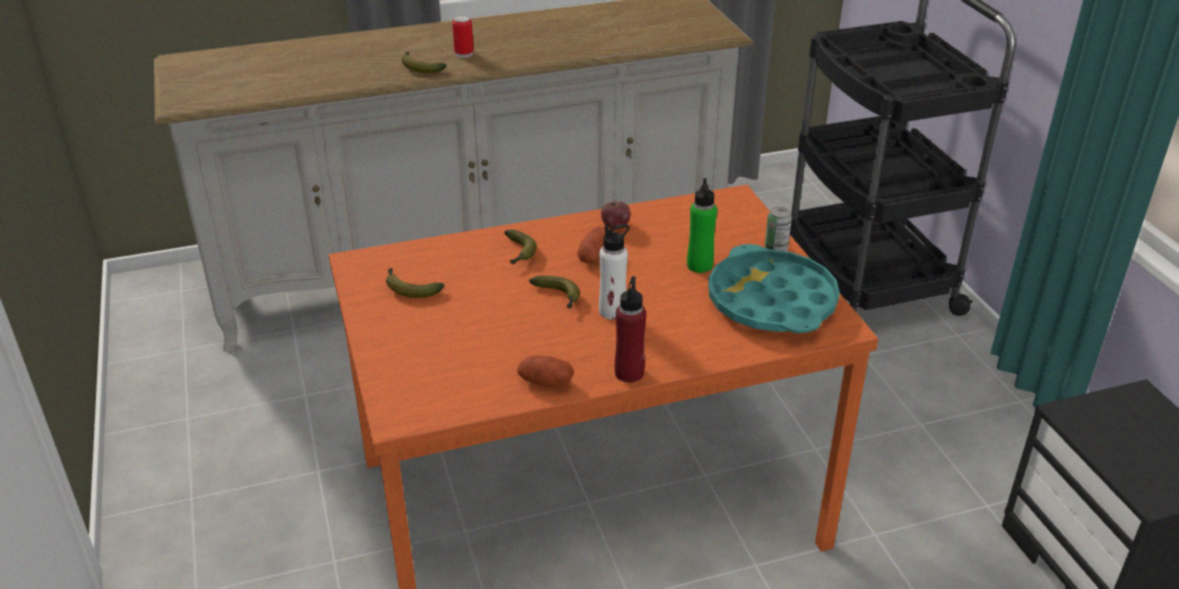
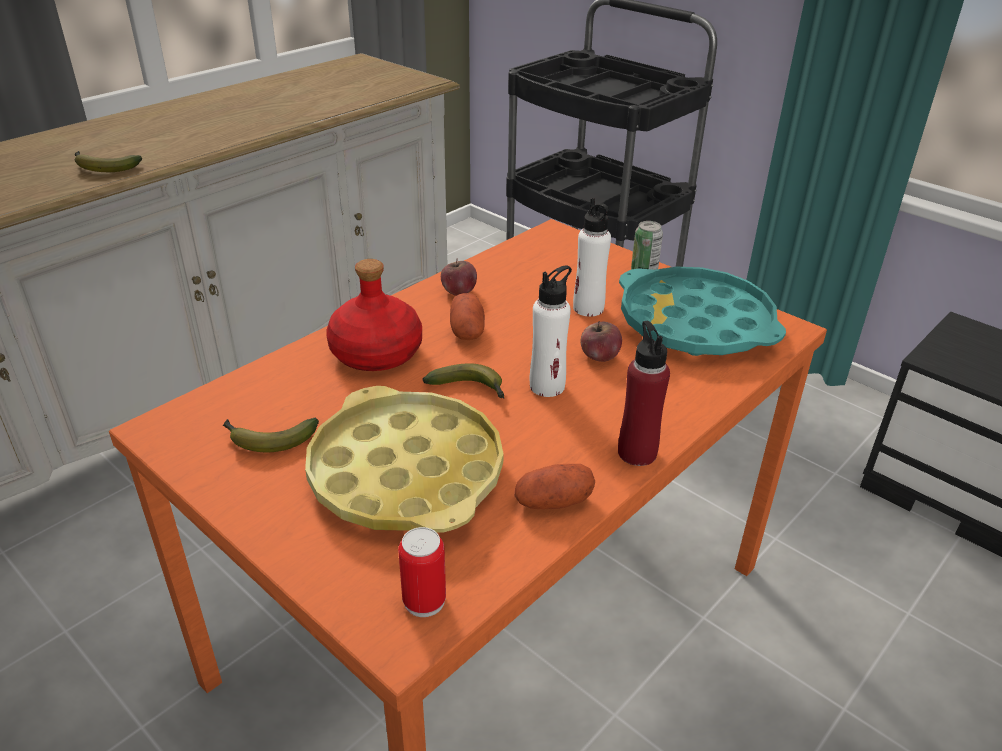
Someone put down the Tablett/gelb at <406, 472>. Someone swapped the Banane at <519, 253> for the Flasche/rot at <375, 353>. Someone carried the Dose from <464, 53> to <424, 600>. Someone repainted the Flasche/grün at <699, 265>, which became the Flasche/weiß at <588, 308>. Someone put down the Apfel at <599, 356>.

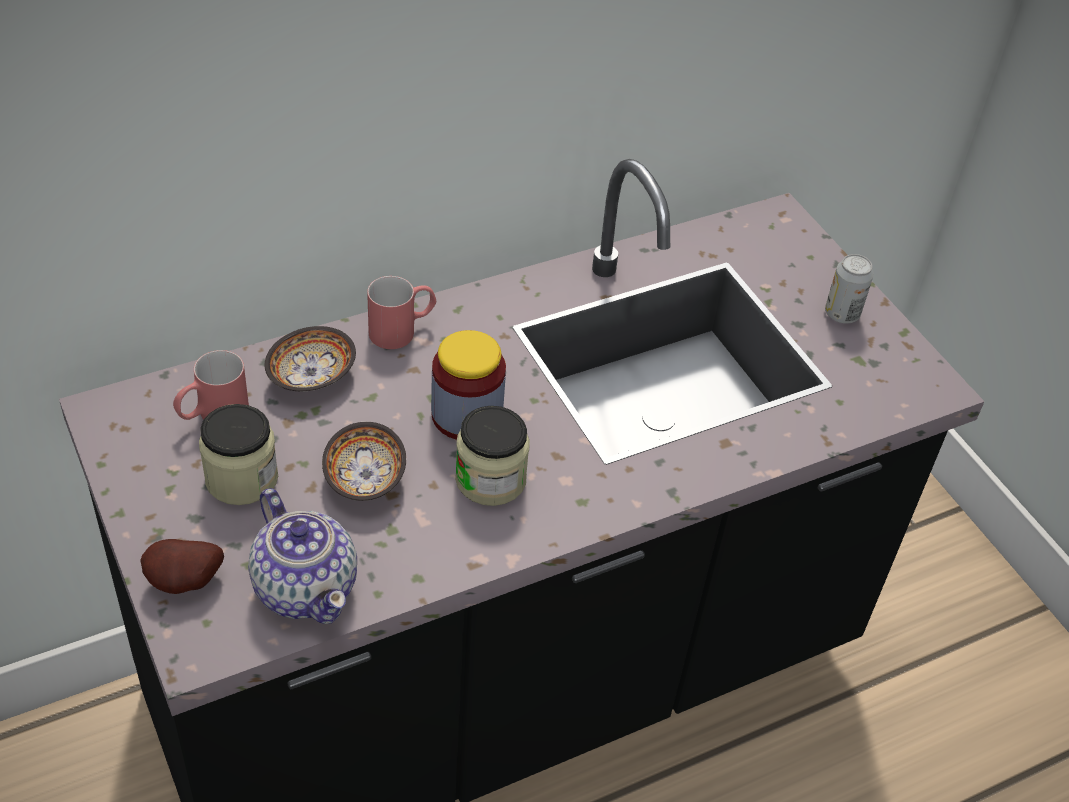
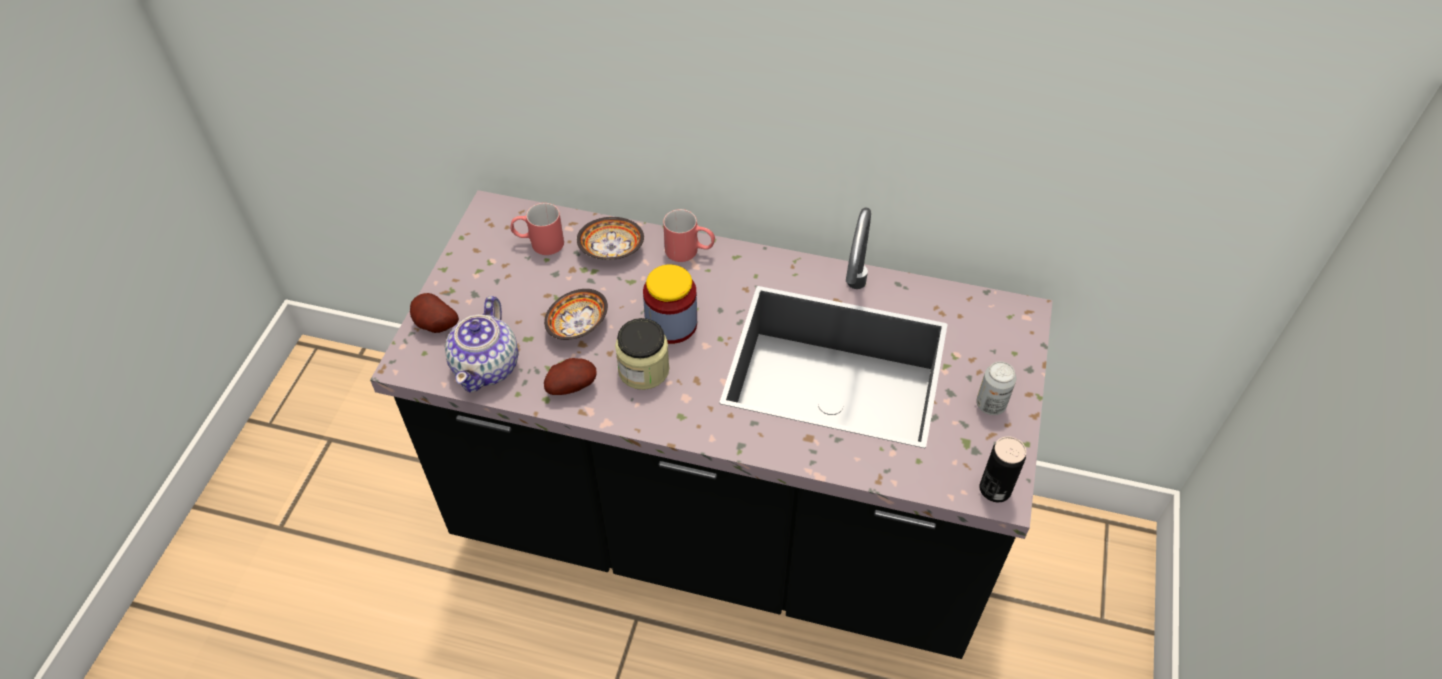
Someone put down the Kartoffel at <571, 386>. Someone put down the Dose at <995, 489>. Someone took away the Vorratsglas at <241, 478>.

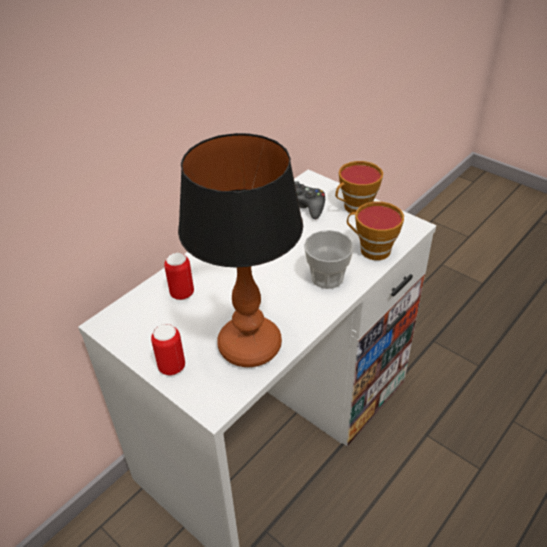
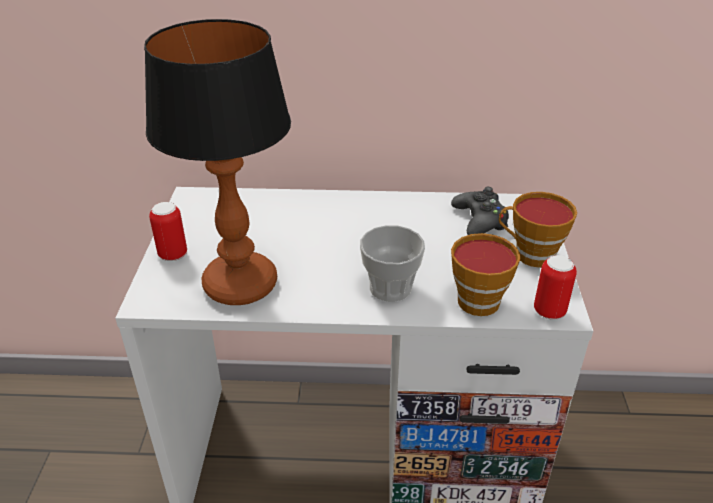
Someone carried the Dose from <182, 293> to <549, 311>.

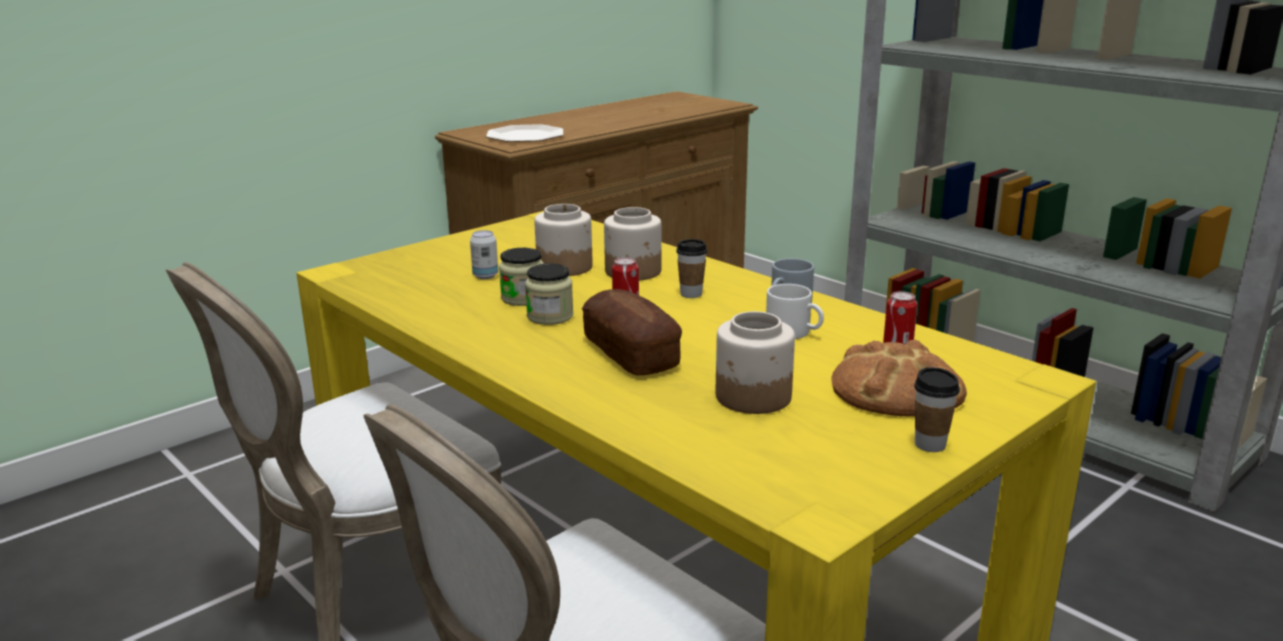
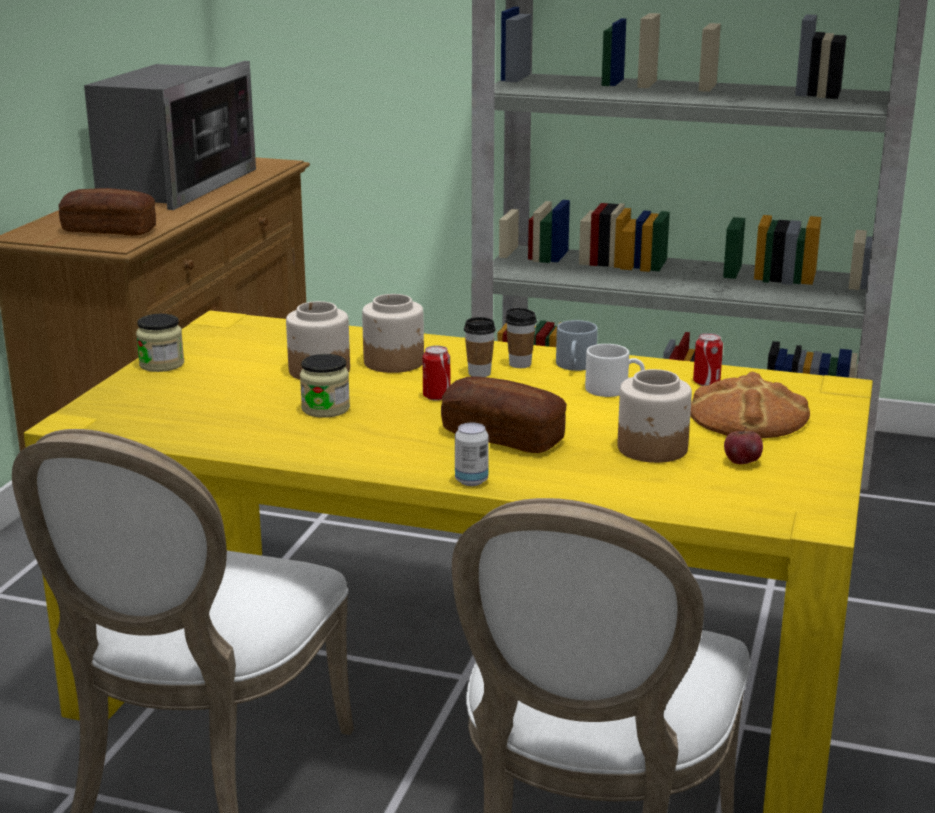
Someone swapped the Teller at <525, 136> for the Brot at <109, 231>. Someone put down the Mikrowelle at <175, 185>. Someone carried the Vorratsglas from <550, 316> to <162, 364>. Someone carried the Dose from <485, 276> to <471, 481>. Someone carried the Tasse from <930, 444> to <520, 364>. Someone put down the Apfel at <742, 462>.

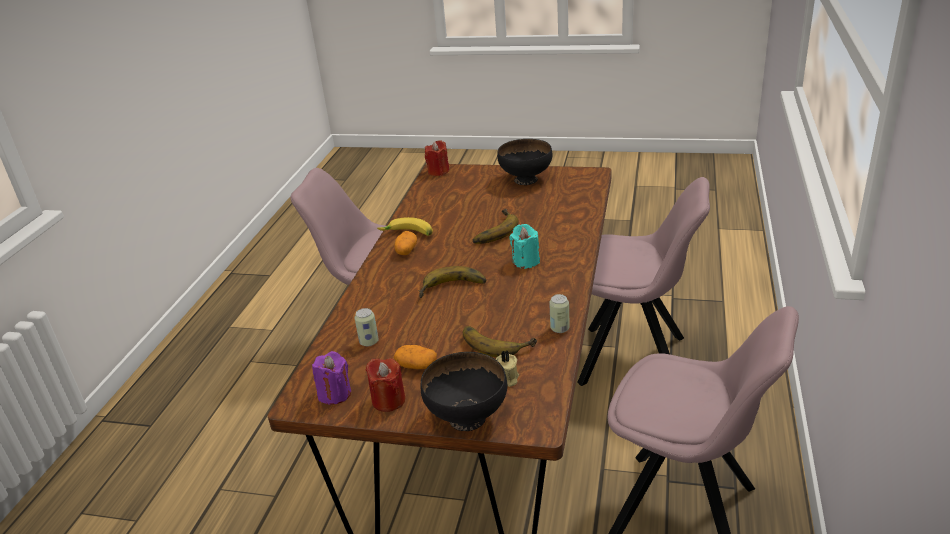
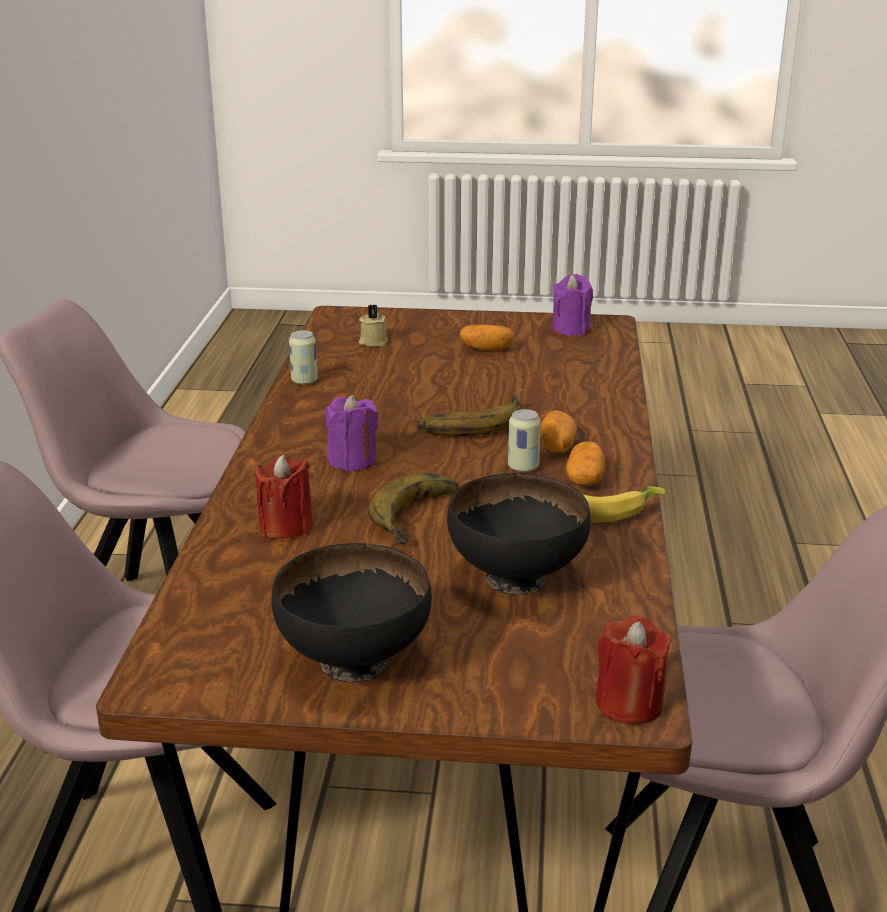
Someone carried the Kerze/rot from <388, 400> to <286, 527>. Someone repainted the Kerze/türkis at <525, 261>, which became the Kerze/lila at <352, 460>. Someone carried the Schüssel/schwarz from <468, 417> to <515, 579>. Someone carried the Dose from <369, 342> to <523, 467>. Someone put down the Kartoffel at <557, 446>. Someone took away the Banane at <497, 341>.

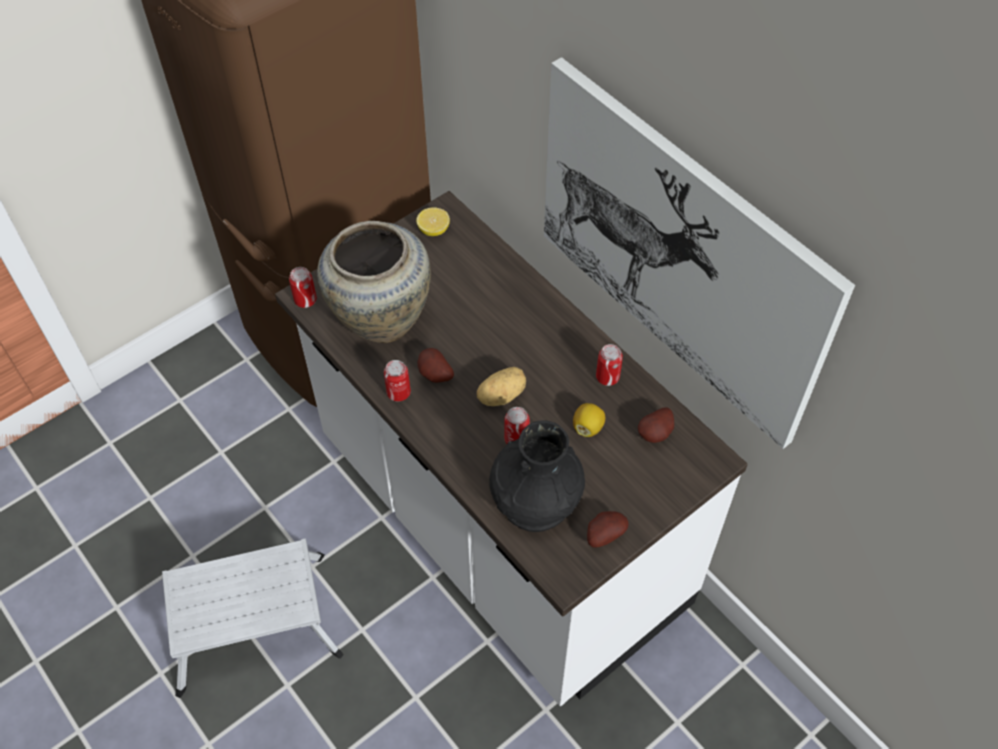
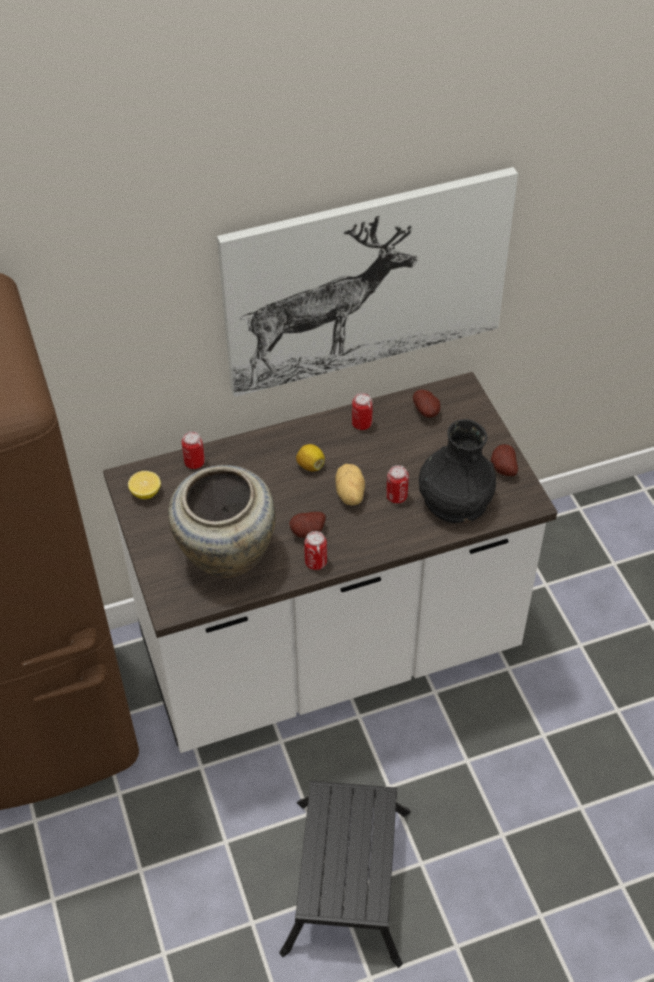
Someone carried the Dose from <305, 300> to <194, 462>. Someone repainted the Trittleiter/weiß at <254, 622>, which became the Trittleiter/schwarz at <347, 878>. Someone carried the Zitrone from <588, 427> to <310, 465>.

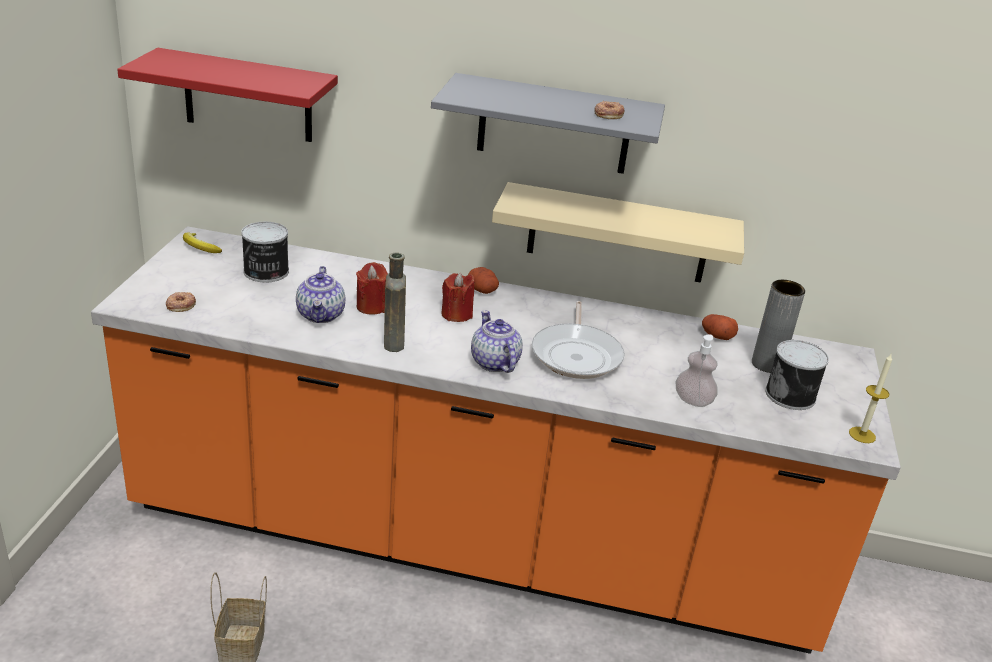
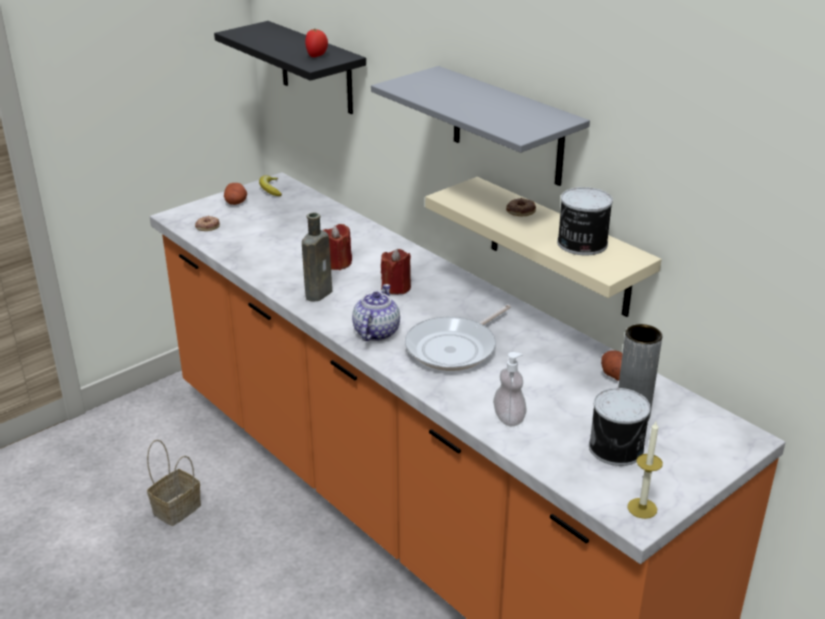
Someone repainted the Wandregal/rot at <248, 96>, which became the Wandregal/schwarz at <316, 68>. Someone carried the Kartoffel from <483, 290> to <236, 202>. Someone put down the Tomate at <317, 56>. Someone carried the Donut from <608, 114> to <520, 210>. Someone carried the Dose from <265, 272> to <581, 244>. Someone took away the Teekanne at <321, 315>.

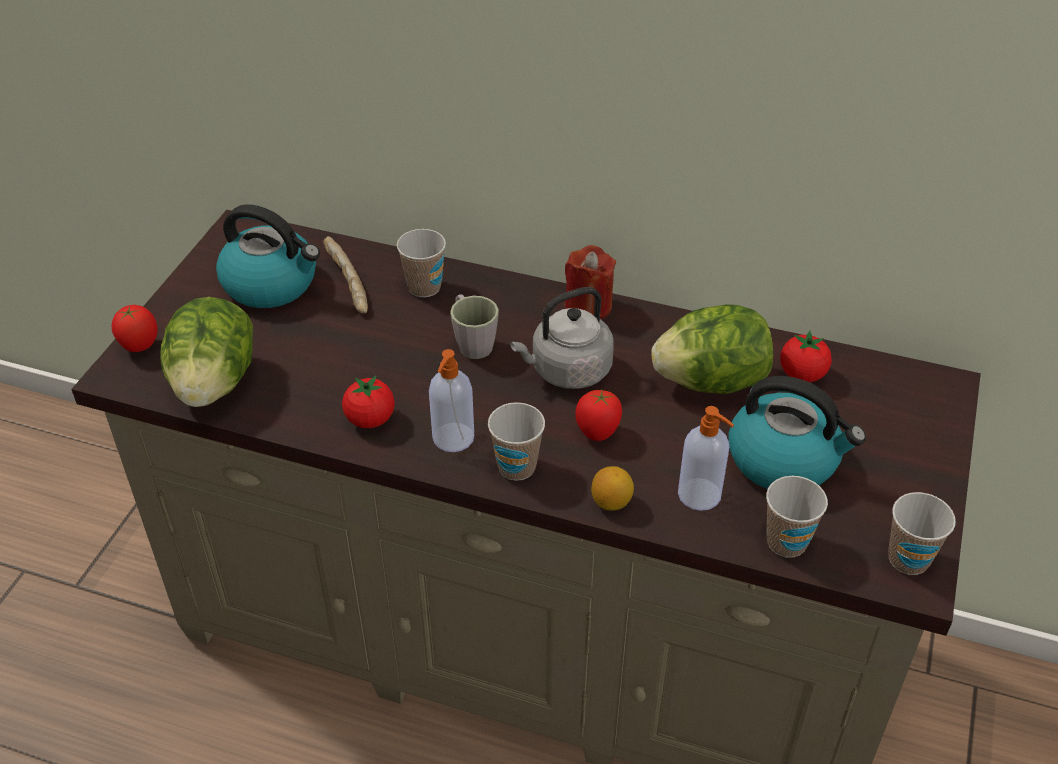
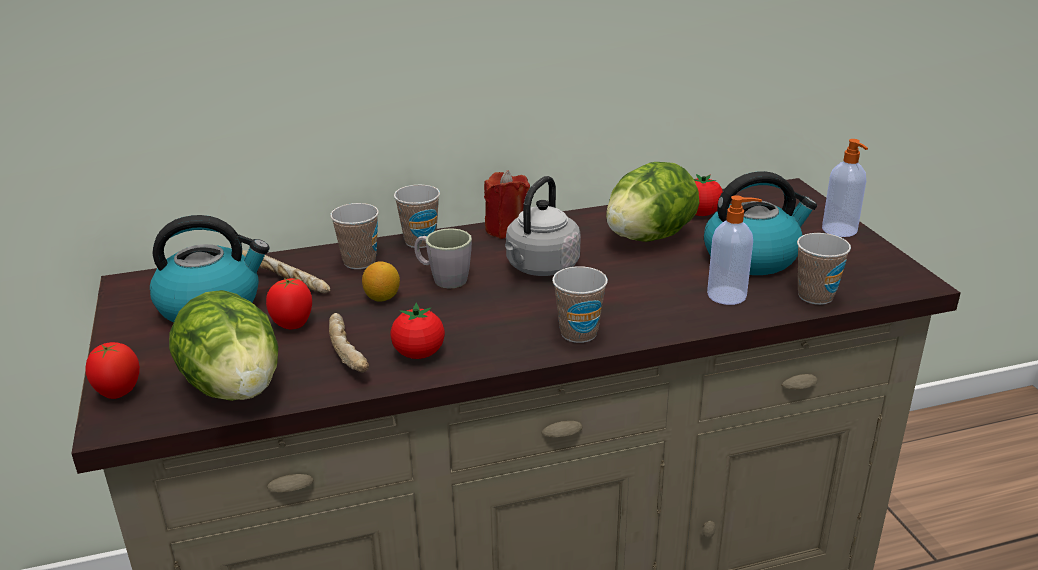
Someone carried the Tomate from <597, 433> to <293, 325>. Someone put down the Brot at <350, 353>. Someone carried the Zitrone from <611, 502> to <382, 298>. Someone carried the Tasse from <908, 559> to <420, 241>. Someone carried the Seifenspender from <452, 439> to <840, 230>.

